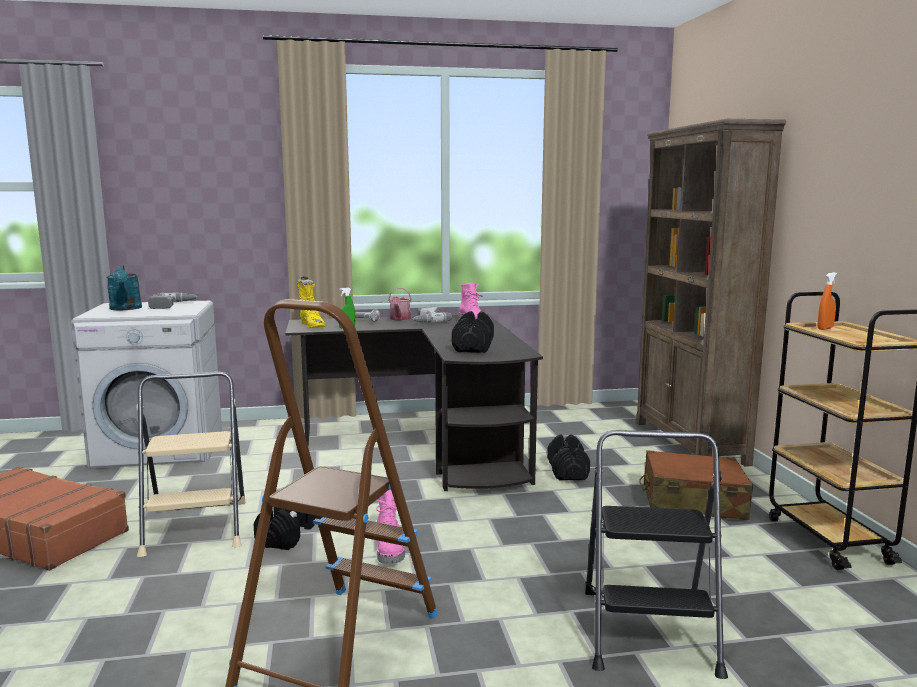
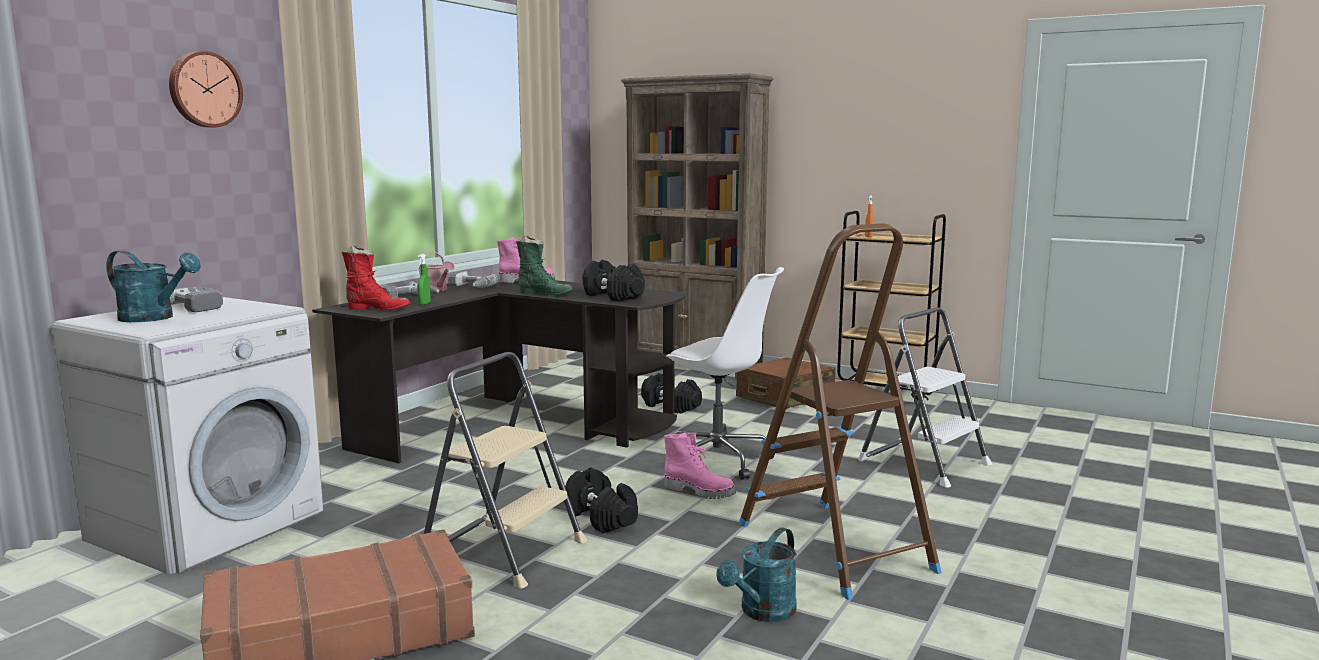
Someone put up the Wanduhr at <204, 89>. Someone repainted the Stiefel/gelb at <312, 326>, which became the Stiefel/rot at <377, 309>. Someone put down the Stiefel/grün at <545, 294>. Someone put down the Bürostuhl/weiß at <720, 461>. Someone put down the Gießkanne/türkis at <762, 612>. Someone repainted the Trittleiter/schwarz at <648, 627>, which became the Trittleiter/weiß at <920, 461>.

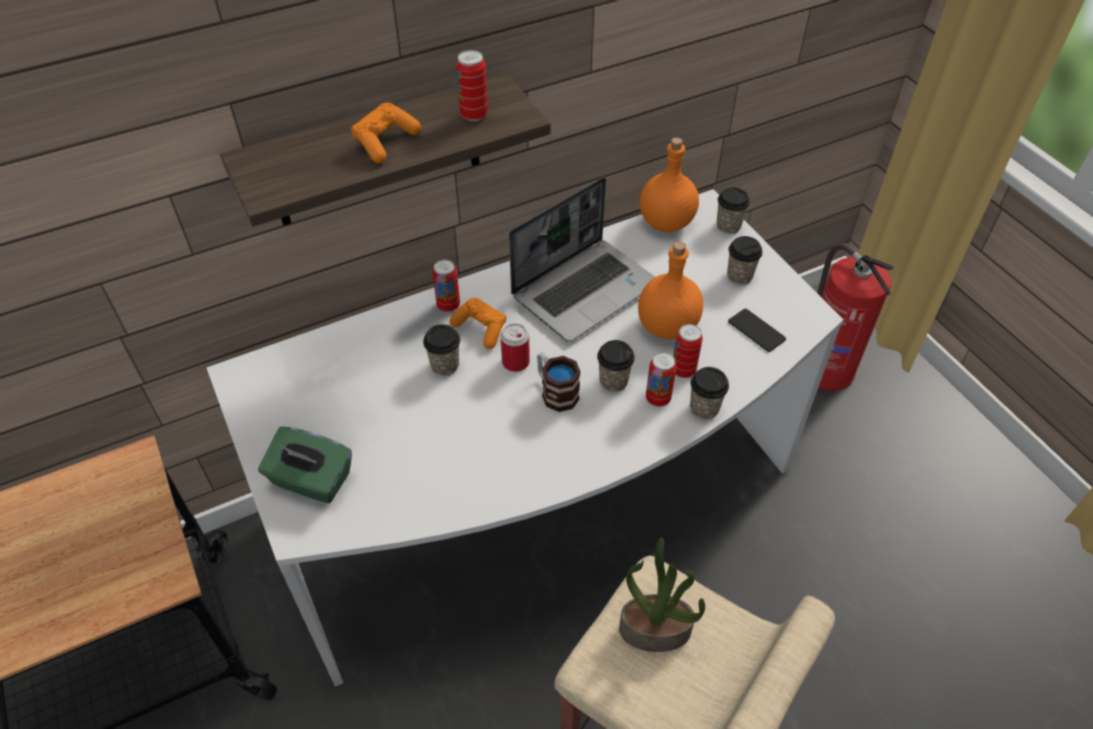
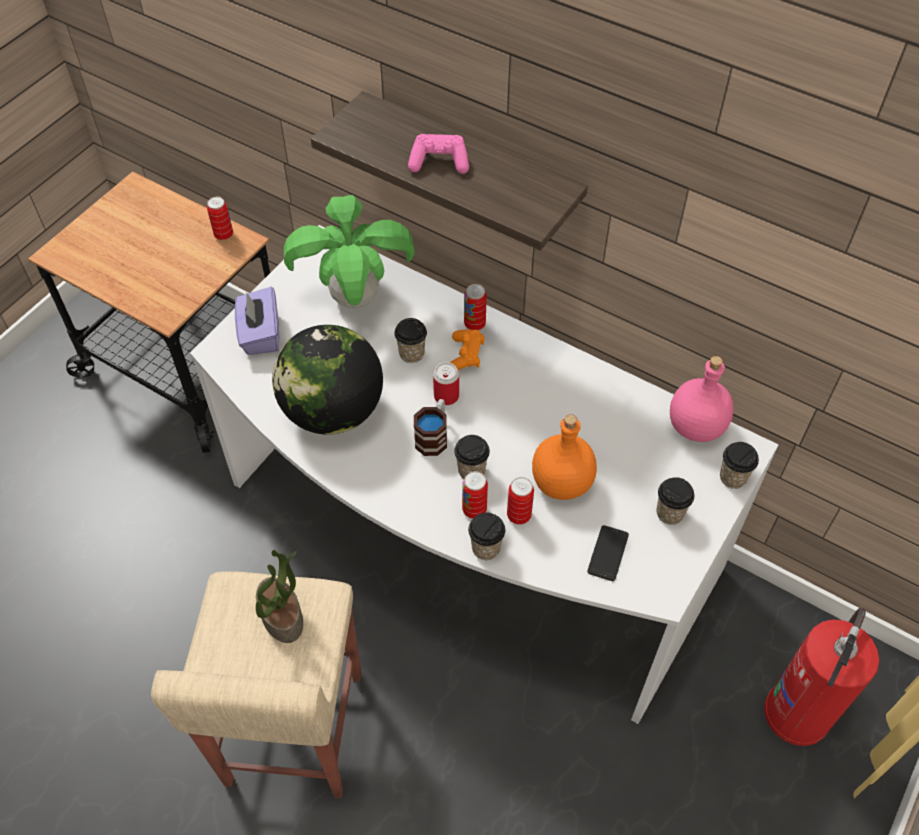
Someone carried the Dose from <474, 115> to <224, 235>. Someone repainted the Taschentuchbox/grün at <311, 480>, which became the Taschentuchbox/lila at <260, 335>. Someone put down the Globus at <333, 411>. Someone put down the Topfpflanze at <355, 299>. Someone repainted the Gamepad/orange at <385, 142>, which became the Gamepad/rosa at <439, 162>. Someone repainted the Flasche/orange at <665, 223>, which became the Flasche/rosa at <695, 426>. Someone took away the Laptop at <585, 289>.

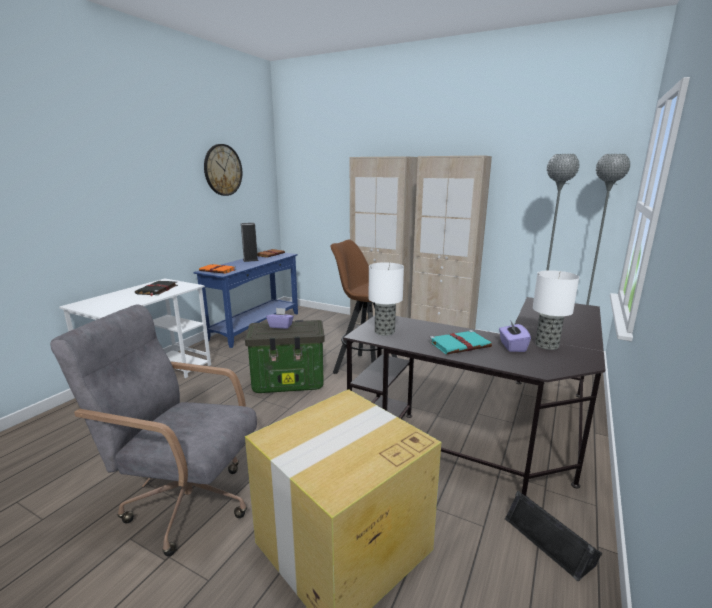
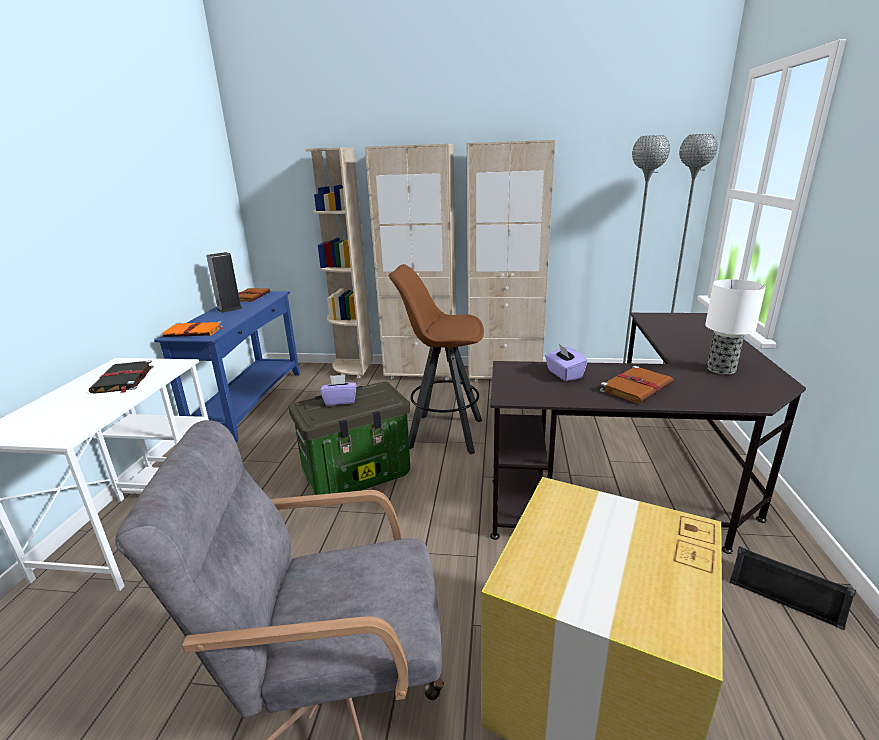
Someone put down the Bücherregal/beige at <351, 371>. Someone carried the Taschentuchbox/lila from <512, 346> to <564, 374>. Someone repainted the Buch/türkis at <460, 344>, which became the Buch/braun at <637, 387>. Someone took away the Wanduhr at <223, 170>. Someone took away the Tischlampe at <384, 331>.

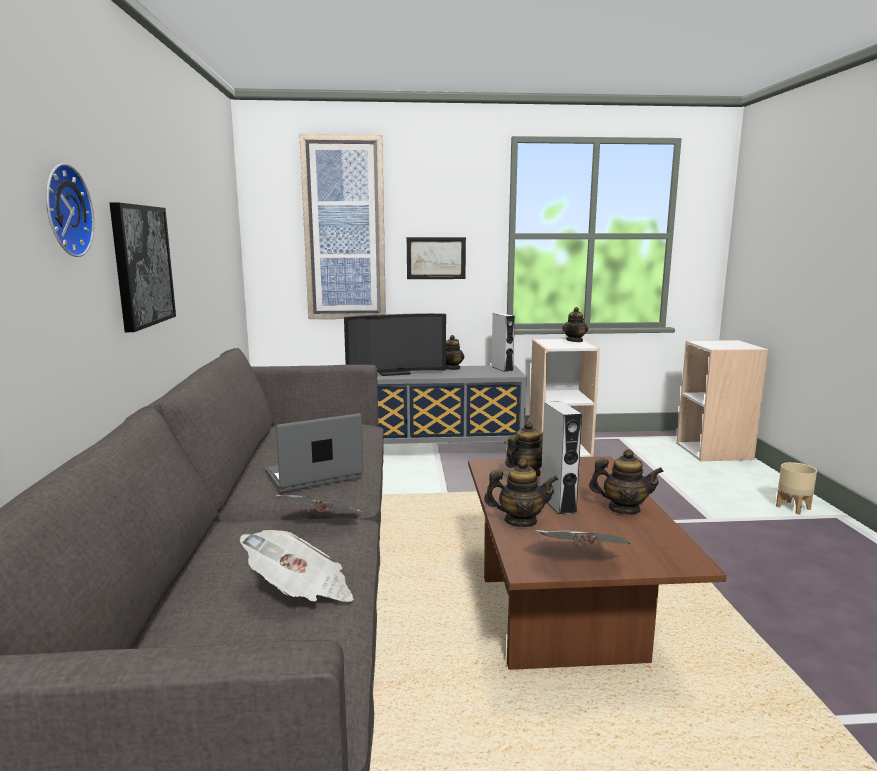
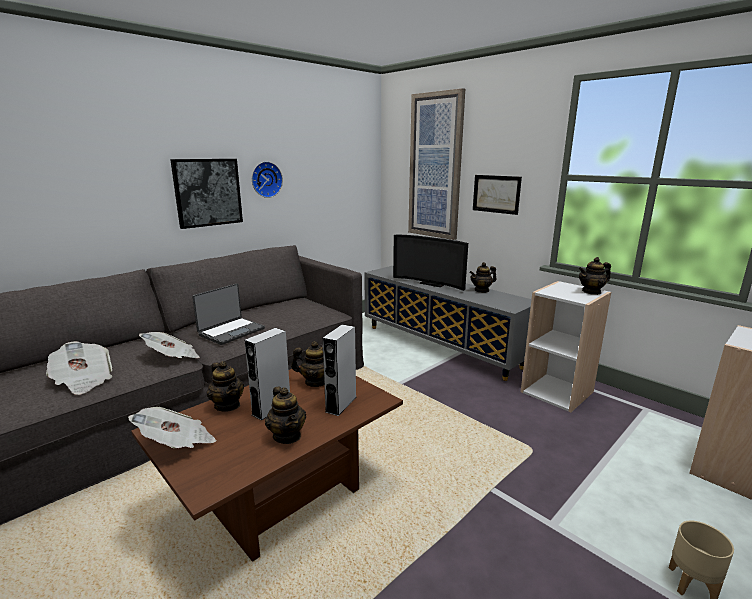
Someone rotated the Laptop at <314, 476> by 105 degrees clockwise. Someone carried the Wanduhr from <63, 211> to <265, 179>. Someone carried the Lautsprecher/grau from <502, 368> to <341, 404>.

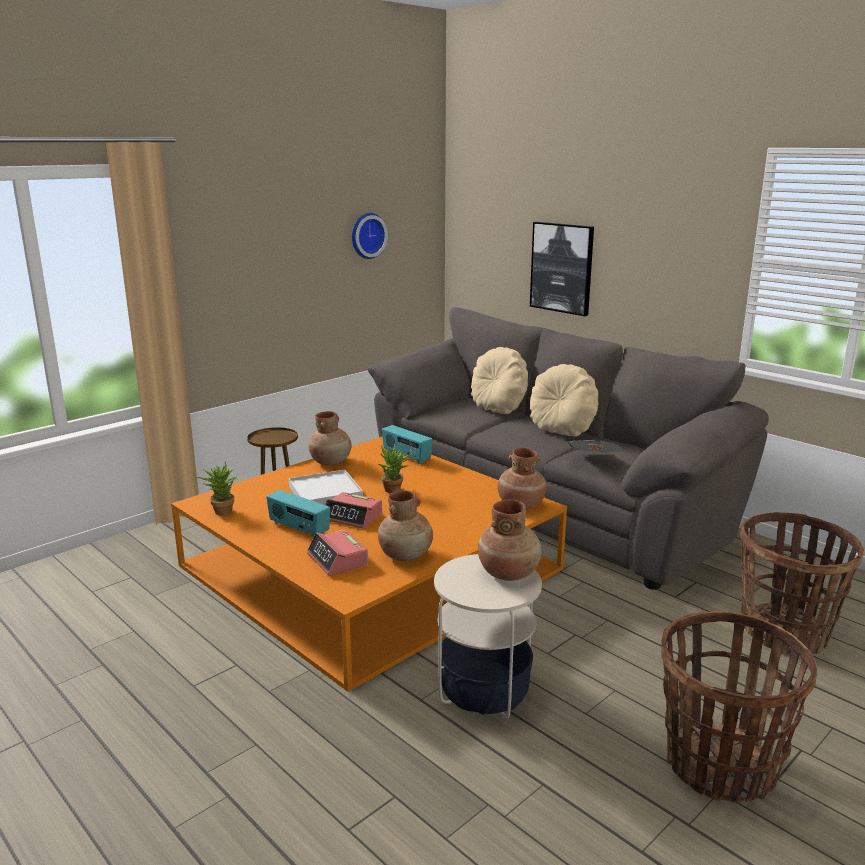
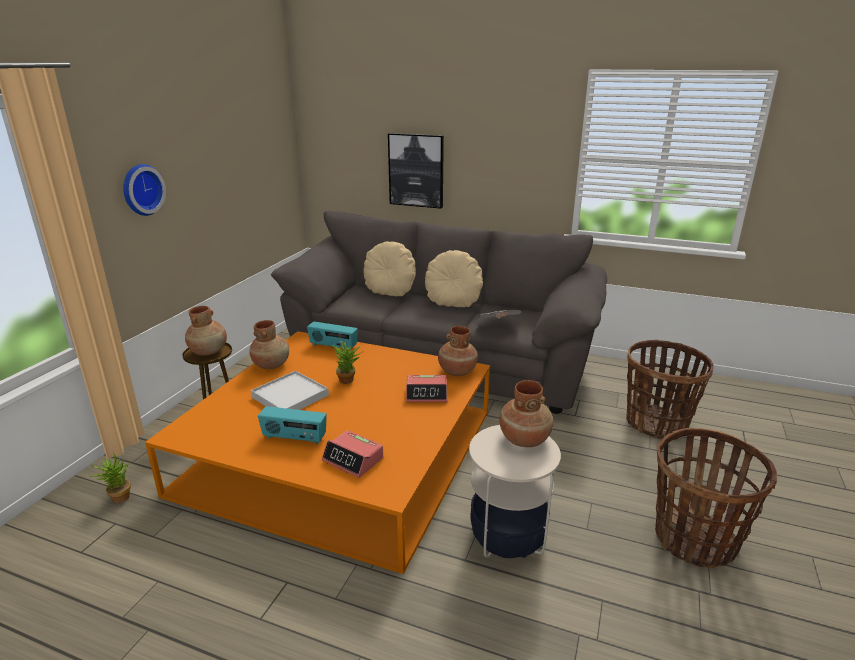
Someone carried the Topfpflanze from <220, 511> to <118, 497>. Someone carried the Wanduhr from <366, 235> to <141, 189>. Someone carried the Vase/braun from <406, 555> to <209, 351>. Someone carried the Wecker from <353, 517> to <427, 394>.

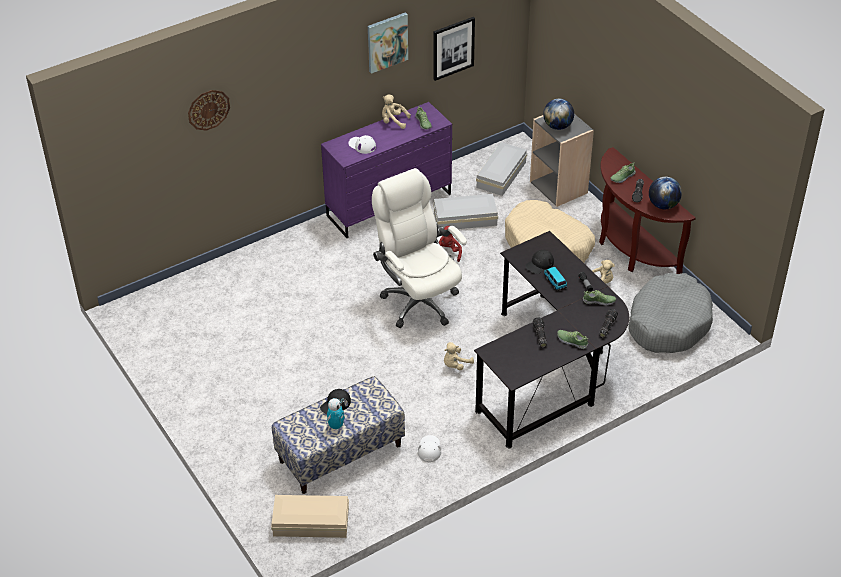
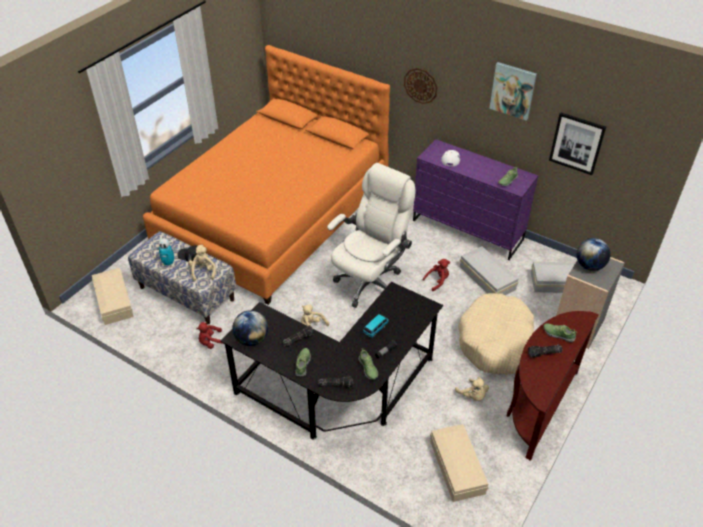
Someone put down the Bett/orange at <274, 215>. Someone carried the Plüschtier/beige from <393, 121> to <203, 271>. Someone swapped the Kappe/weiß at <429, 449> for the Plüschtier/rot at <211, 342>. Someone carried the Globus from <663, 205> to <252, 339>. Someone carried the Wanduhr from <208, 109> to <420, 85>. Someone swapped the Hundebett/grau at <668, 322> for the Aufbewahrungsbox/beige at <456, 468>. Someone took away the Kappe/schwarz at <539, 264>.

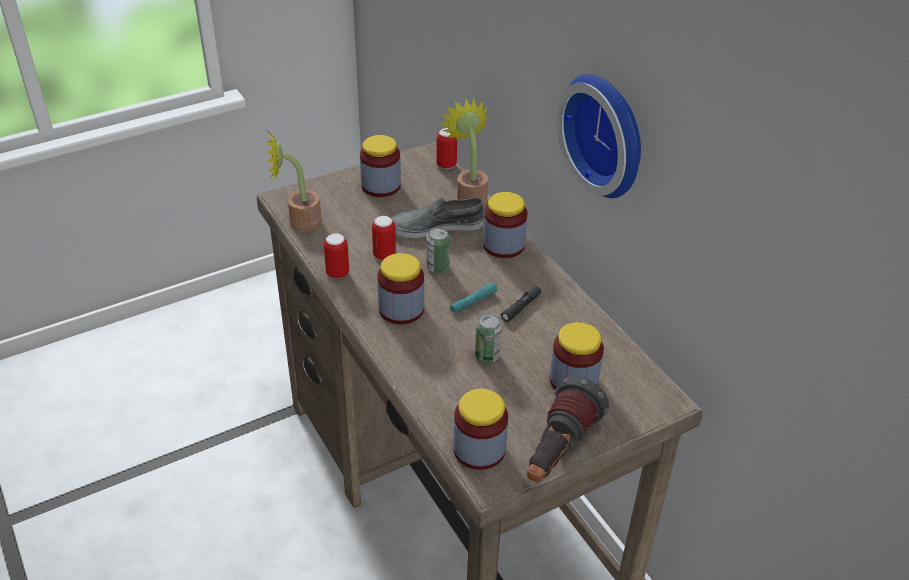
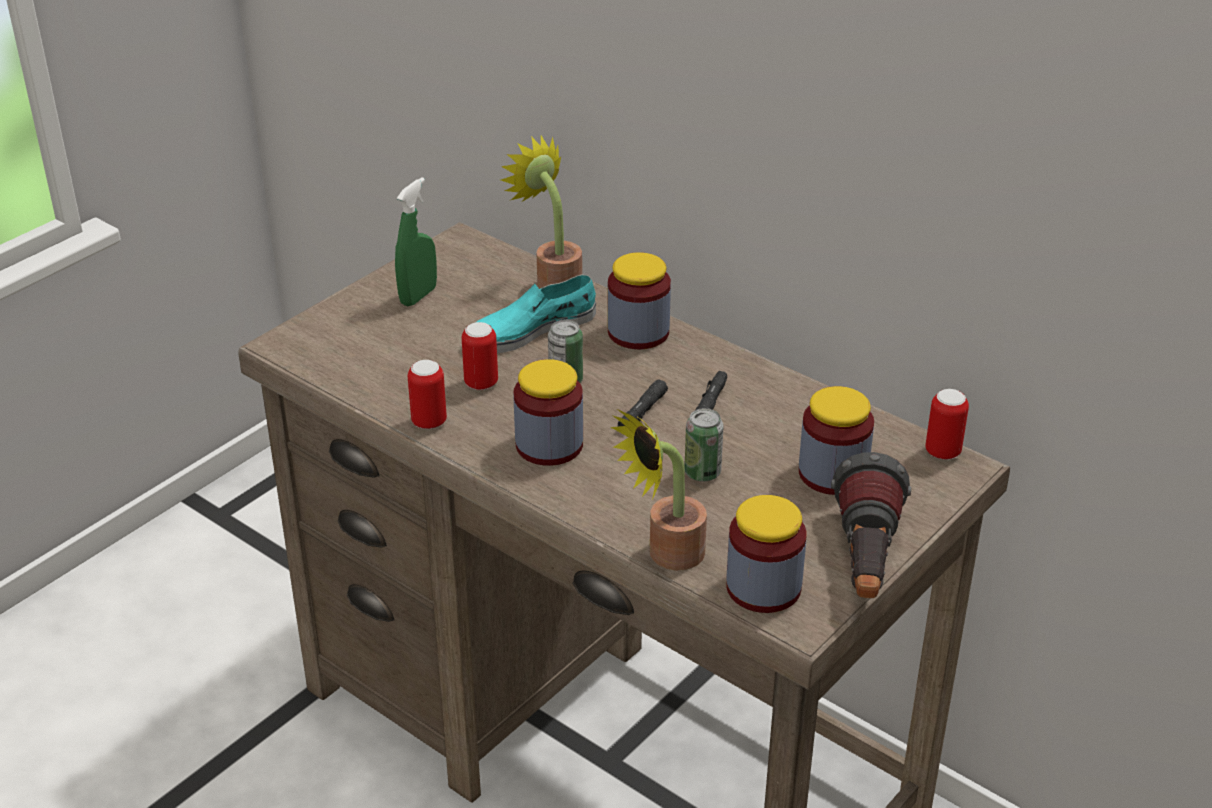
Someone swapped the Vorratsglas at <381, 186> for the Sprühflasche/grün at <418, 296>. Someone repainted the Schuh/grau at <436, 226>, which became the Schuh/türkis at <530, 330>. Someone carried the Topfpflanze from <298, 222> to <666, 556>. Someone repainted the Taschenlampe/türkis at <473, 302>, which became the Taschenlampe/schwarz at <642, 412>. Someone carried the Dose from <446, 165> to <942, 452>. Someone took away the Wanduhr at <608, 134>.

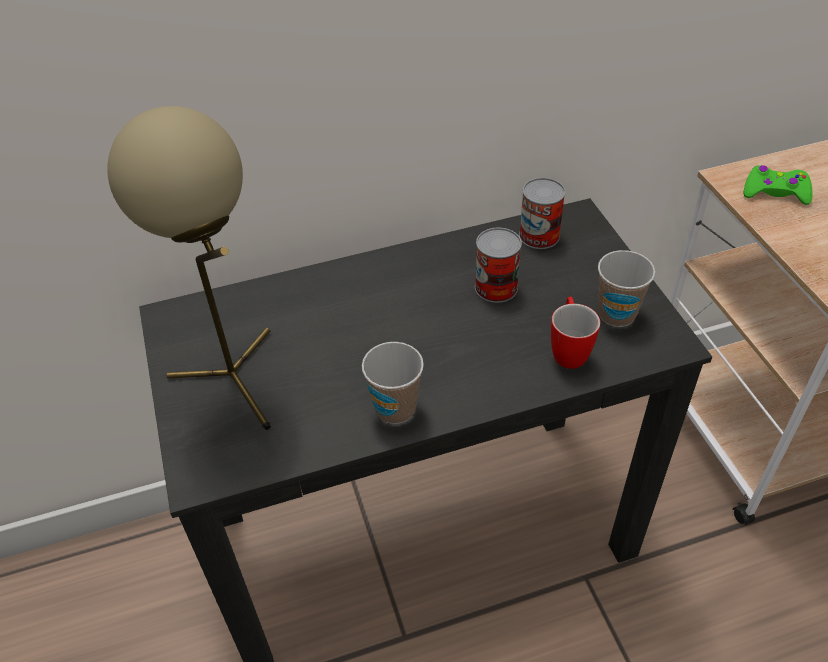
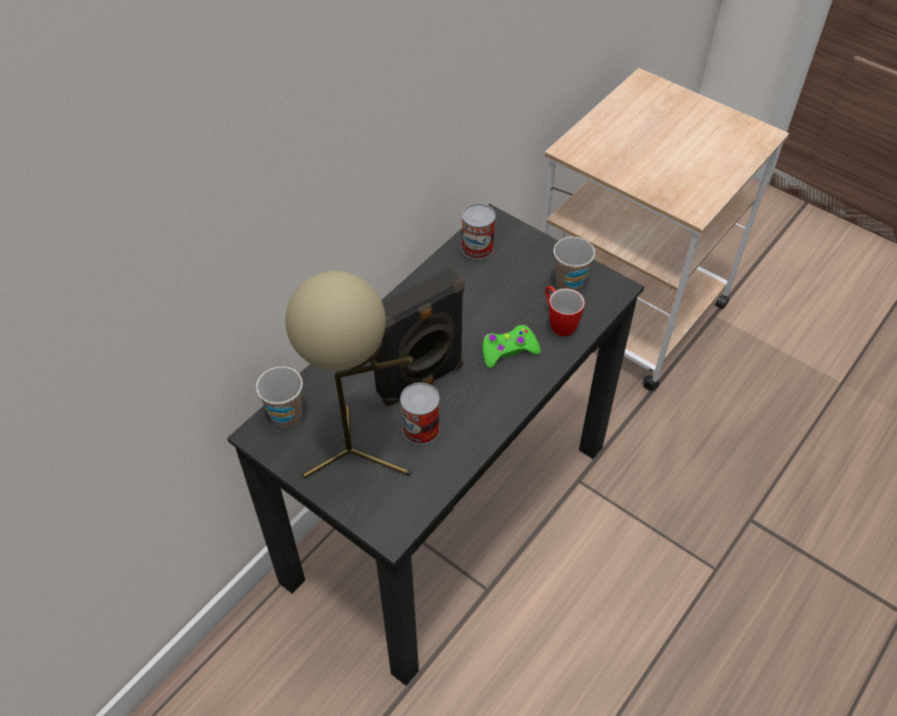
Someone carried the Tasse from <395, 408> to <286, 415>. Someone put down the Lautsprecher/schwarz at <421, 380>. Someone carried the Dose from <496, 287> to <421, 428>. Someone carried the Gamepad/grün from <775, 192> to <508, 350>.

